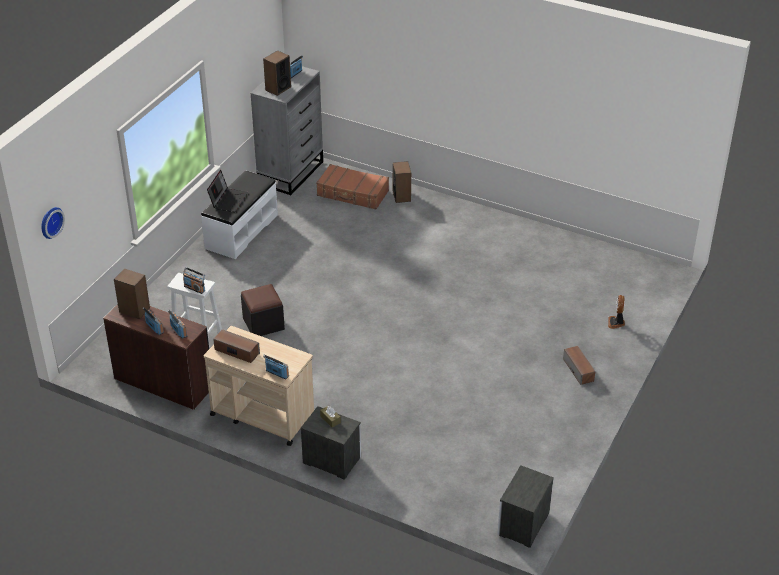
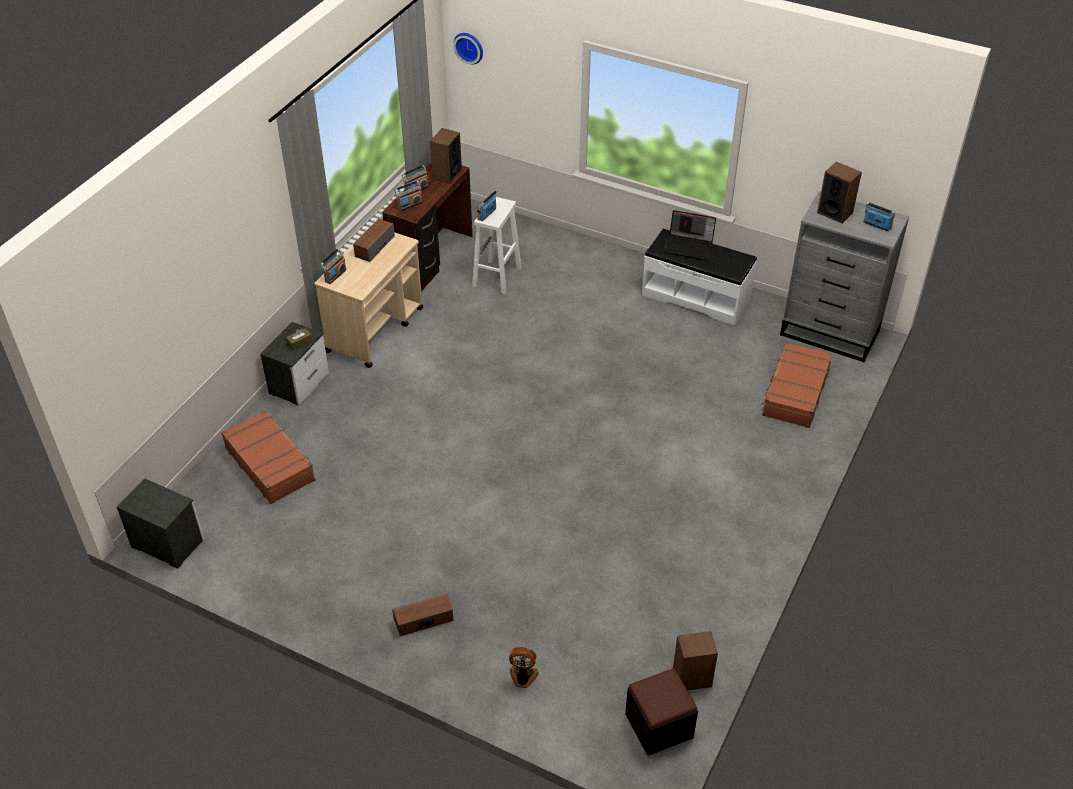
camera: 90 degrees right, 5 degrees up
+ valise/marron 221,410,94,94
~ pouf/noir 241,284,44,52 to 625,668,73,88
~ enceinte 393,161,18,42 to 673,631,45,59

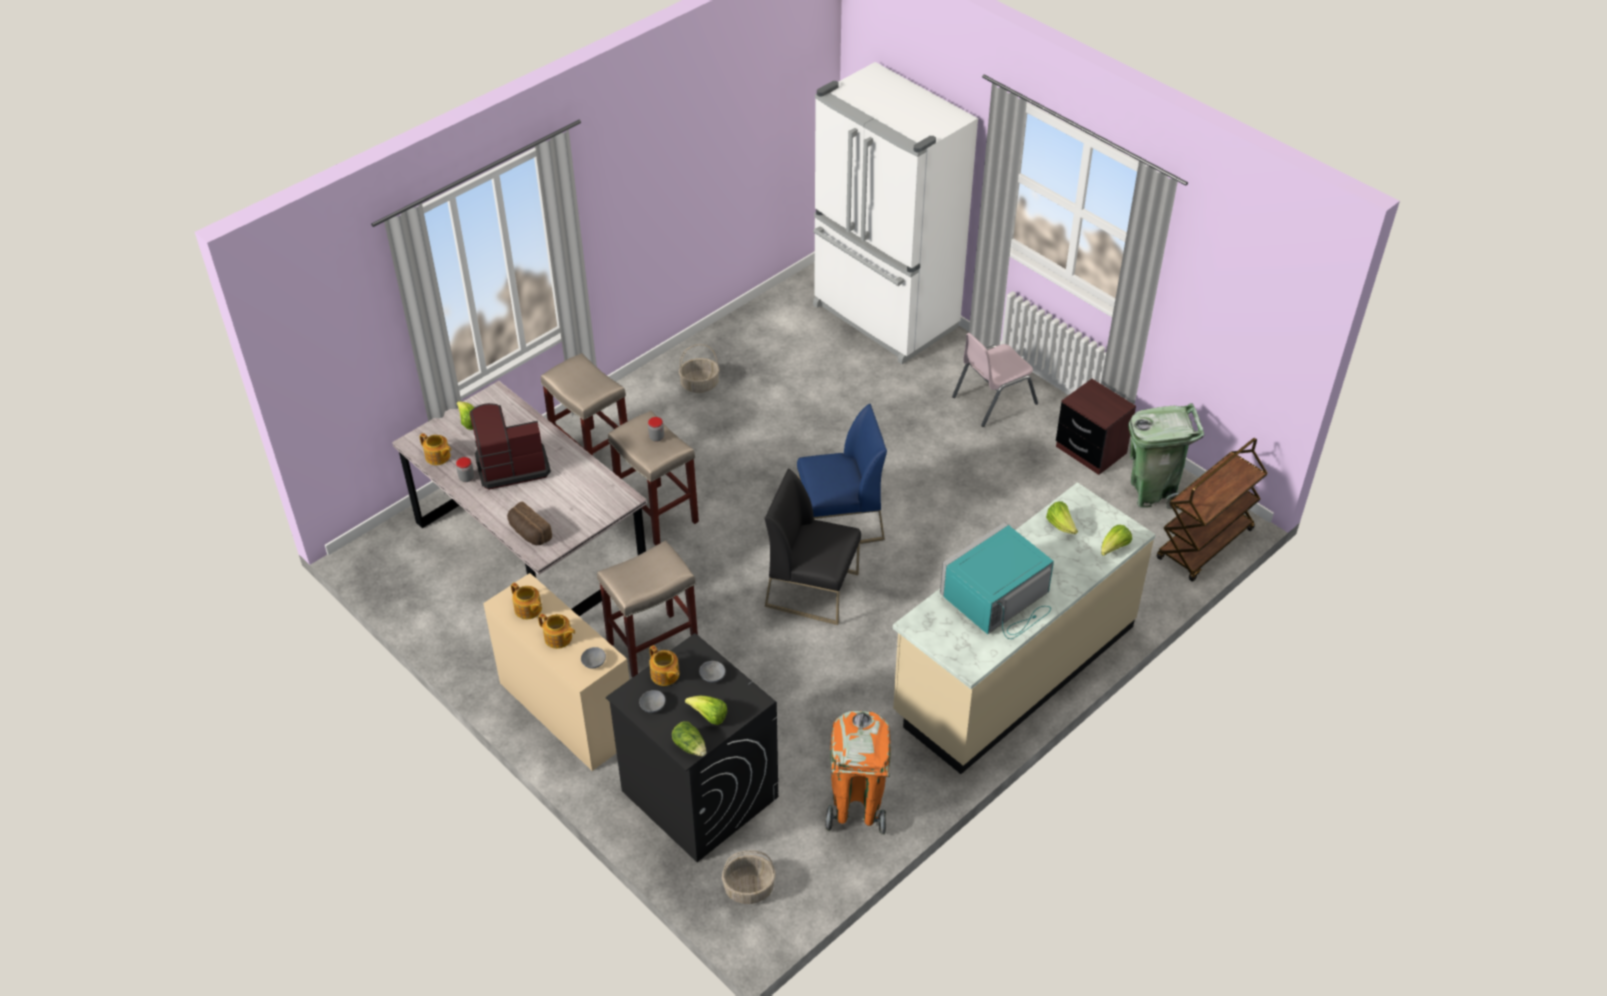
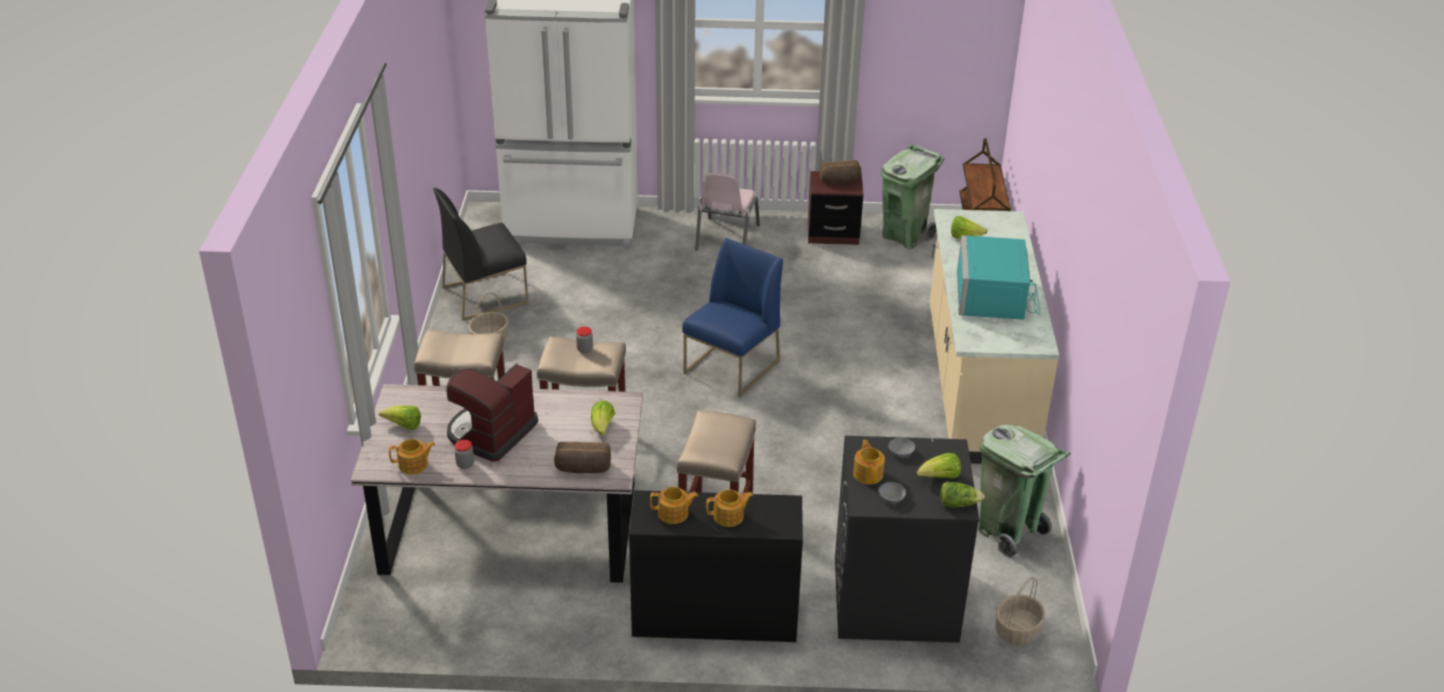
camera: 45 degrees left, 10 degrees down
- bol/gris 581,647,25,22
+ pain 820,160,41,24
~ chaise/noir 765,469,96,156 to 433,188,96,133
~ laitue 1101,525,31,31 to 591,400,24,35
~ bureau/beige 483,573,147,198 to bureau/noir 629,490,174,152
~ poubelle/orange 825,711,66,124 to poubelle/vert 978,424,93,135
~ théière 650,645,29,41 = 853,440,32,44 105 degrees counterclockwise

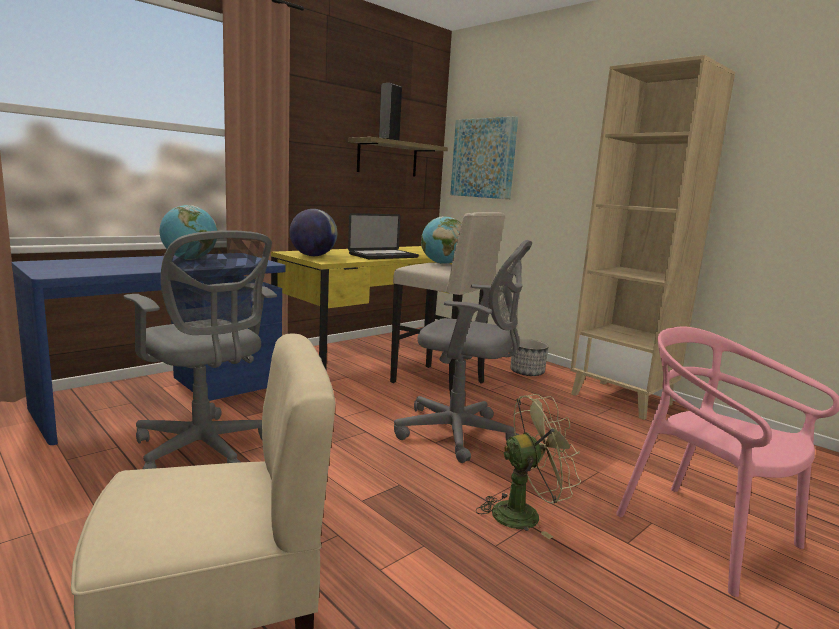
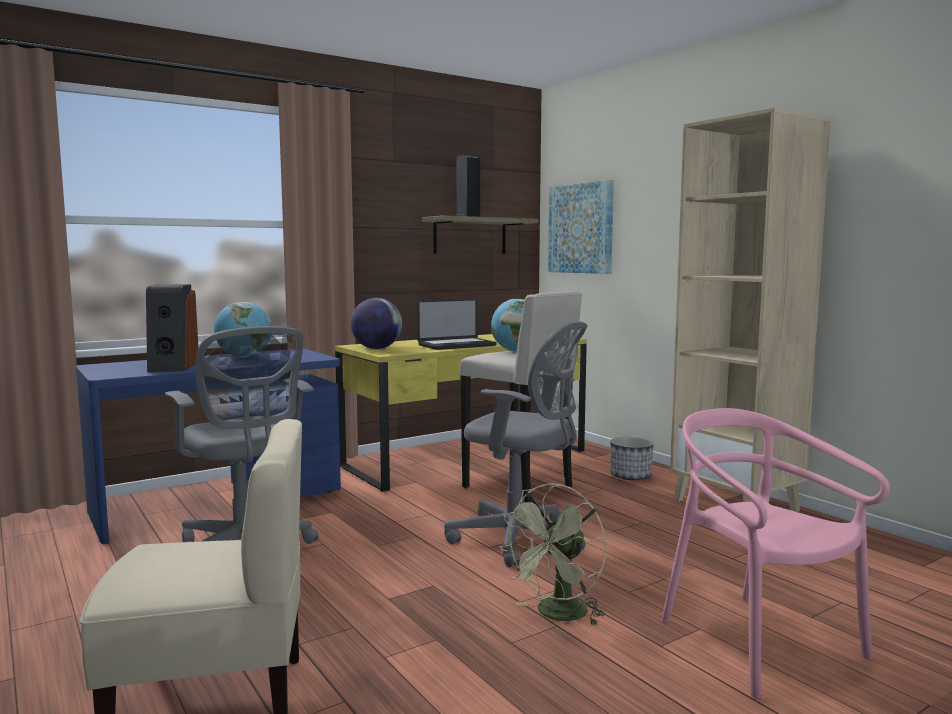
camera: 10 degrees right, 5 degrees down
+ enceinte 146,284,52,88
~ ventilateur/vert 476,394,105,145 = 499,483,107,143 135 degrees clockwise

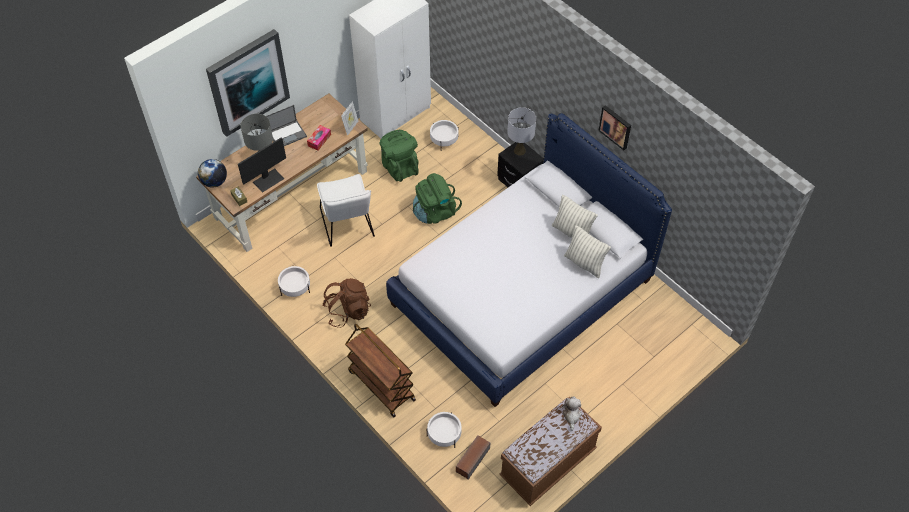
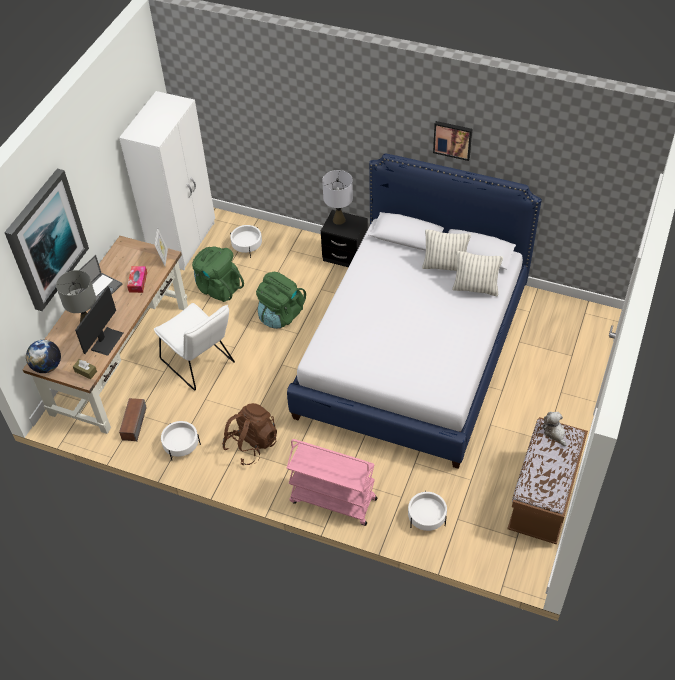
camera: 25 degrees left, 5 degrees down
~ enceinte 456,435,34,45 to 119,398,28,44
~ chariot/marron 345,324,71,93 to chariot/rose 287,439,90,87

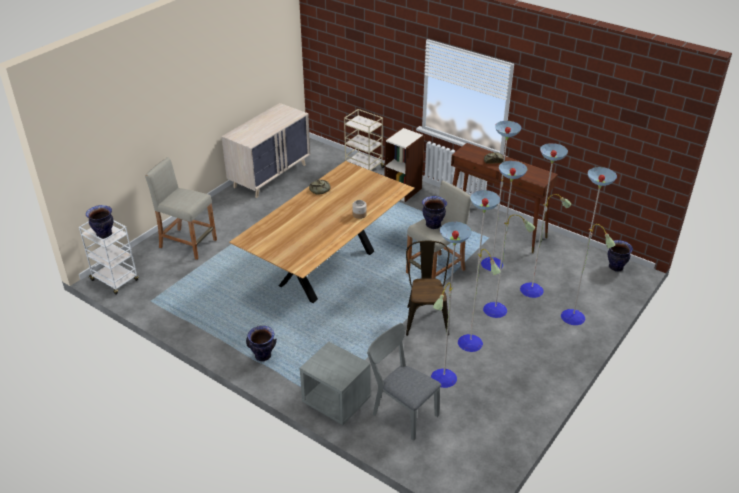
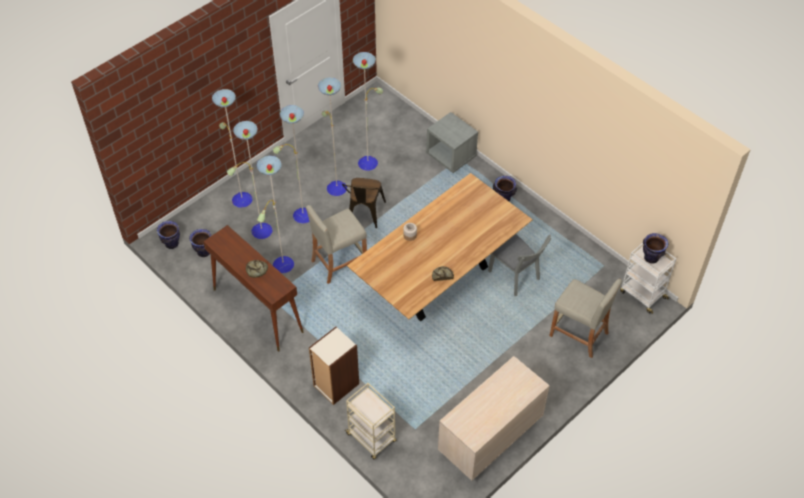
camera: 170 degrees left, 15 degrees up
~ chaise/gris 367,323,74,118 to 488,234,63,62
~ vase 422,196,25,33 to 189,229,23,28

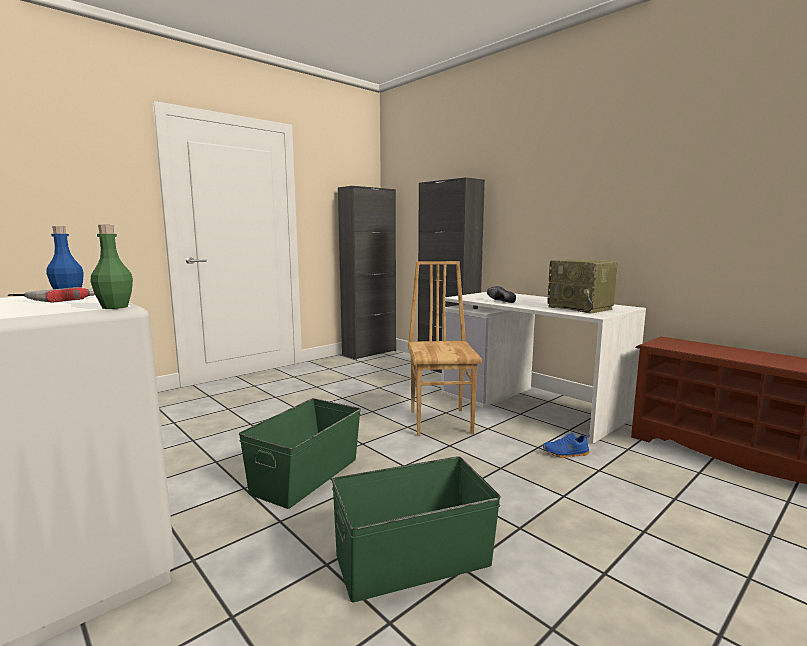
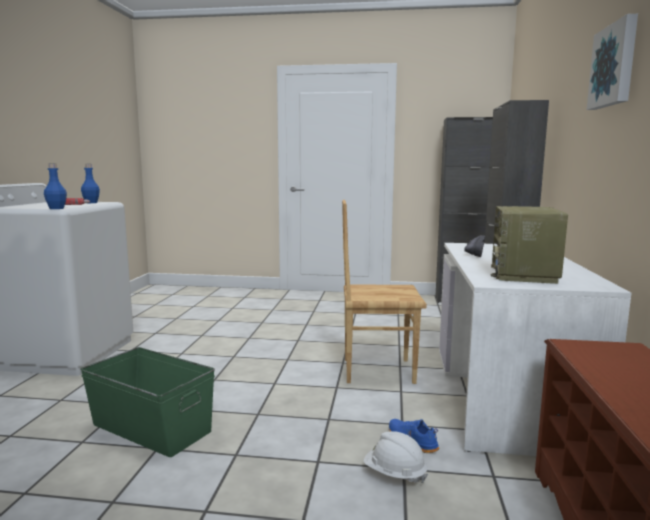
camera: 50 degrees right, 0 degrees up
- boîte de rangement/vert 239,398,122,111
+ casque de chantier/blanc 364,431,64,52
+ tableau 587,14,51,96
~ bouteille/vert 90,225,43,84 to bouteille/bleu 44,164,23,45
~ chaise/marron 407,261,75,175 = 342,200,85,184 135 degrees counterclockwise

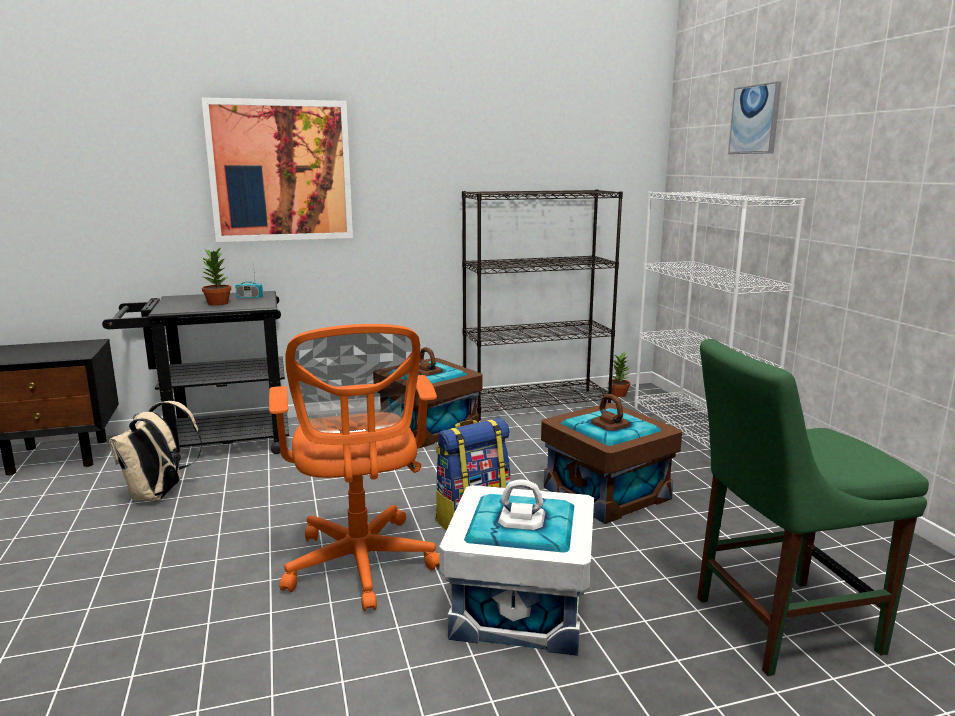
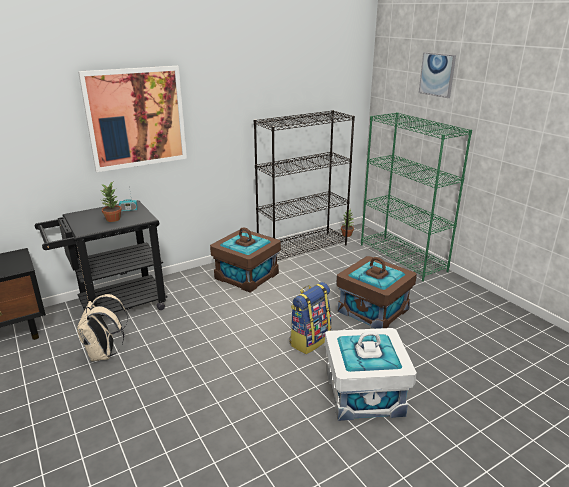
camera: 15 degrees left, 10 degrees up
- chaise de bureau/orange 269,324,171,288
- chaise/vert 697,339,232,337
~ bibliothèque/blanc 634,191,171,258 to bibliothèque/vert 361,112,111,169

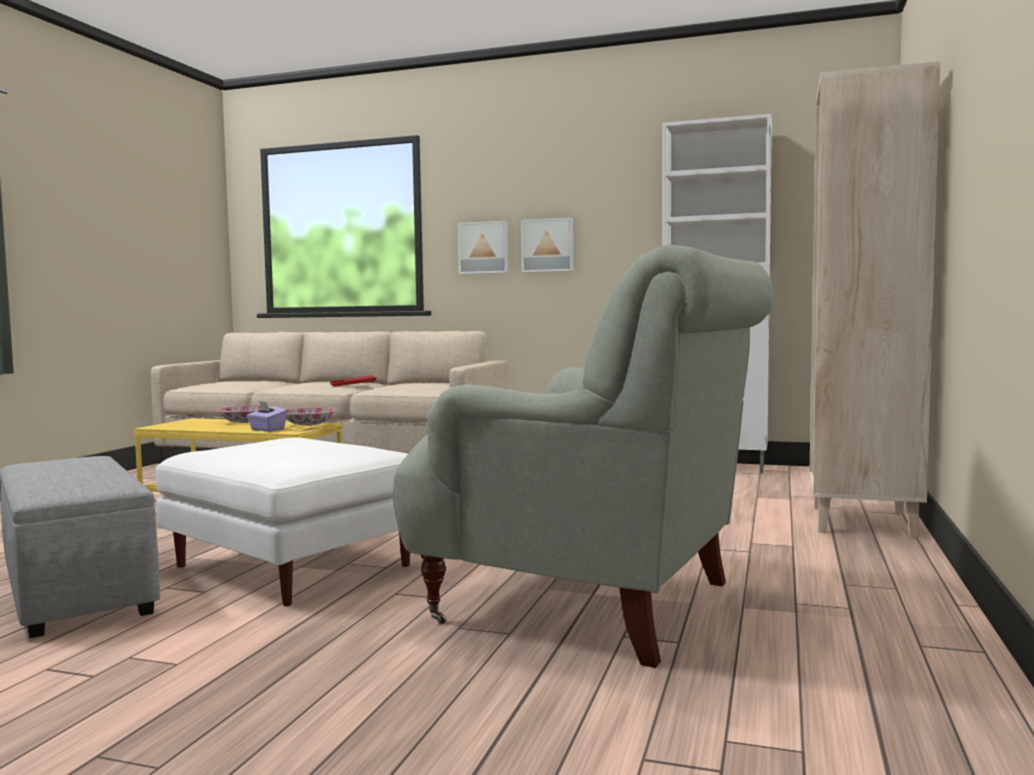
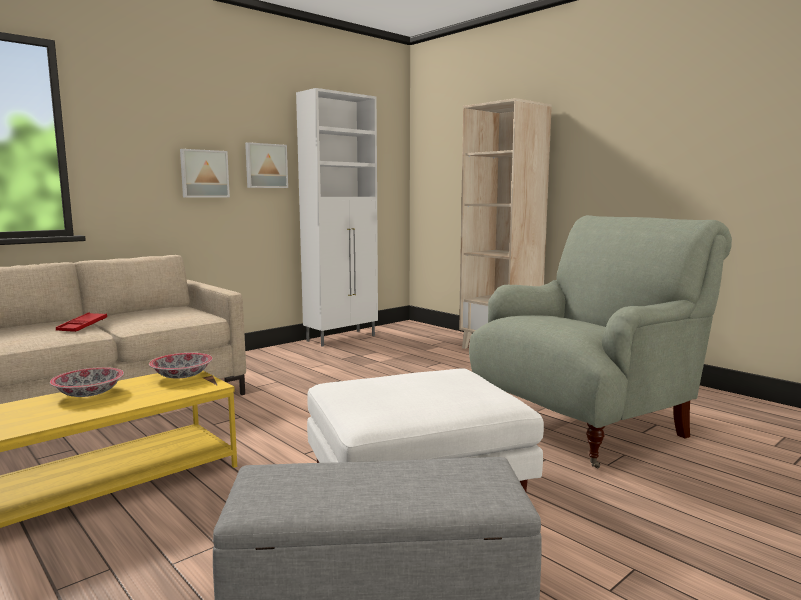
camera: 60 degrees left, 5 degrees up
- boîte à mouchoirs/violet 247,401,40,31
~ tableau 458,221,51,53 to 245,142,43,46

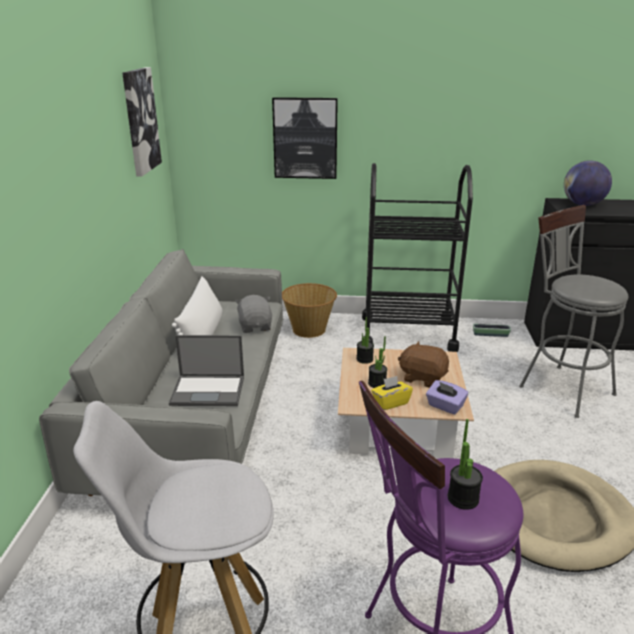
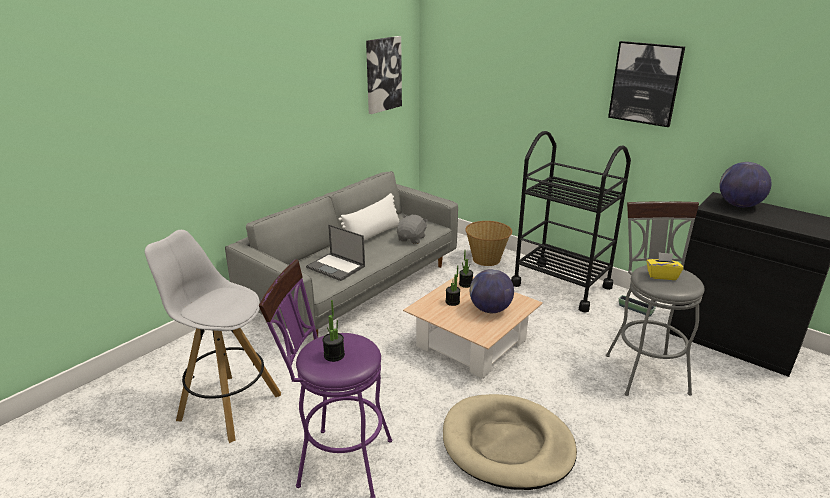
camera: 35 degrees right, 0 degrees up
- boîte à mouchoirs/violet 426,380,42,35
~ tableau 272,97,66,82 to 608,41,77,86
~ boîte à mouchoirs/jaune 371,376,42,34 to 646,252,38,28
~ peluche/marron 398,341,51,47 to globe 470,269,44,44

